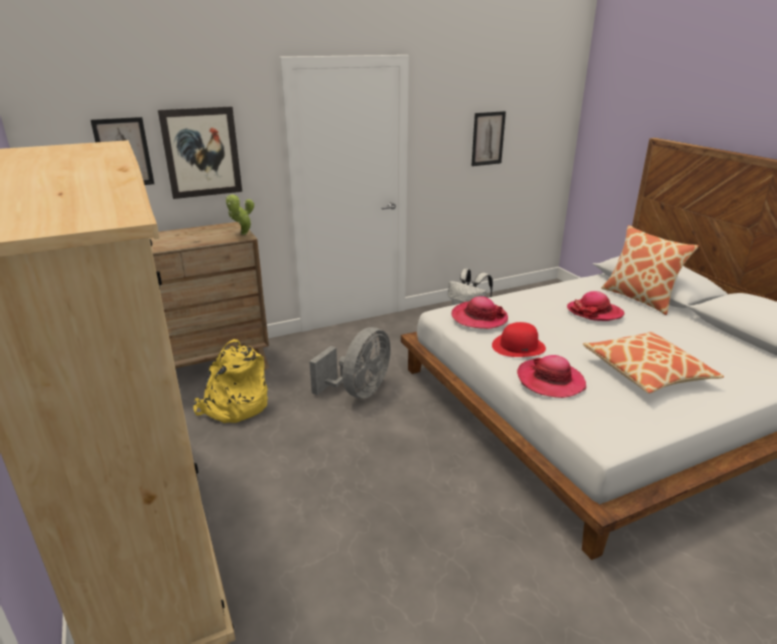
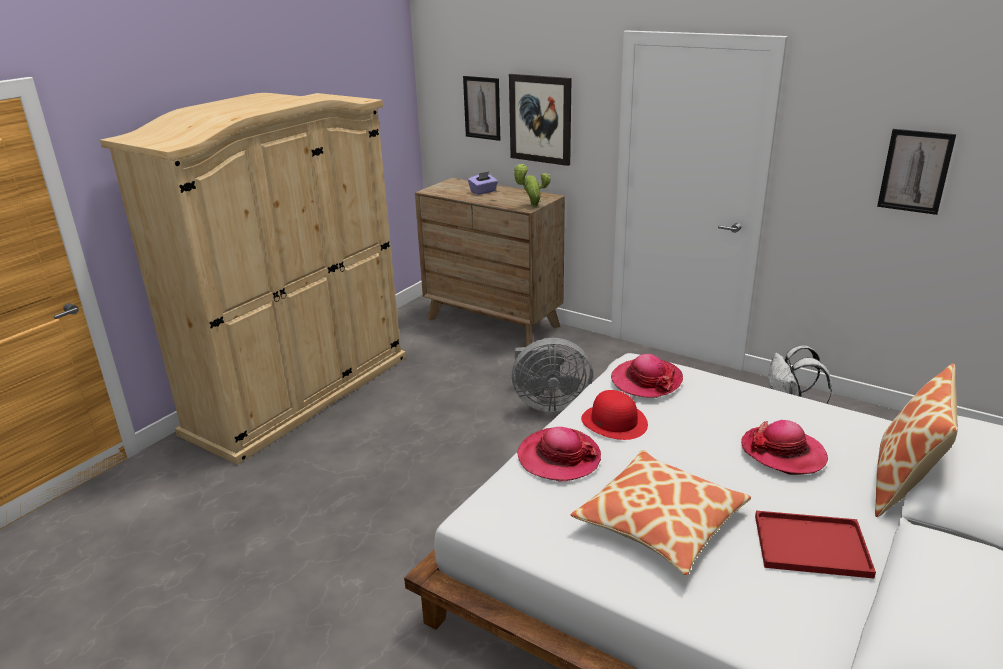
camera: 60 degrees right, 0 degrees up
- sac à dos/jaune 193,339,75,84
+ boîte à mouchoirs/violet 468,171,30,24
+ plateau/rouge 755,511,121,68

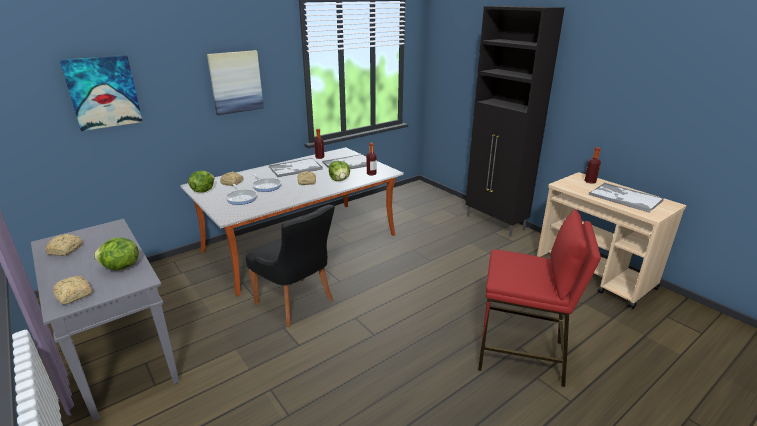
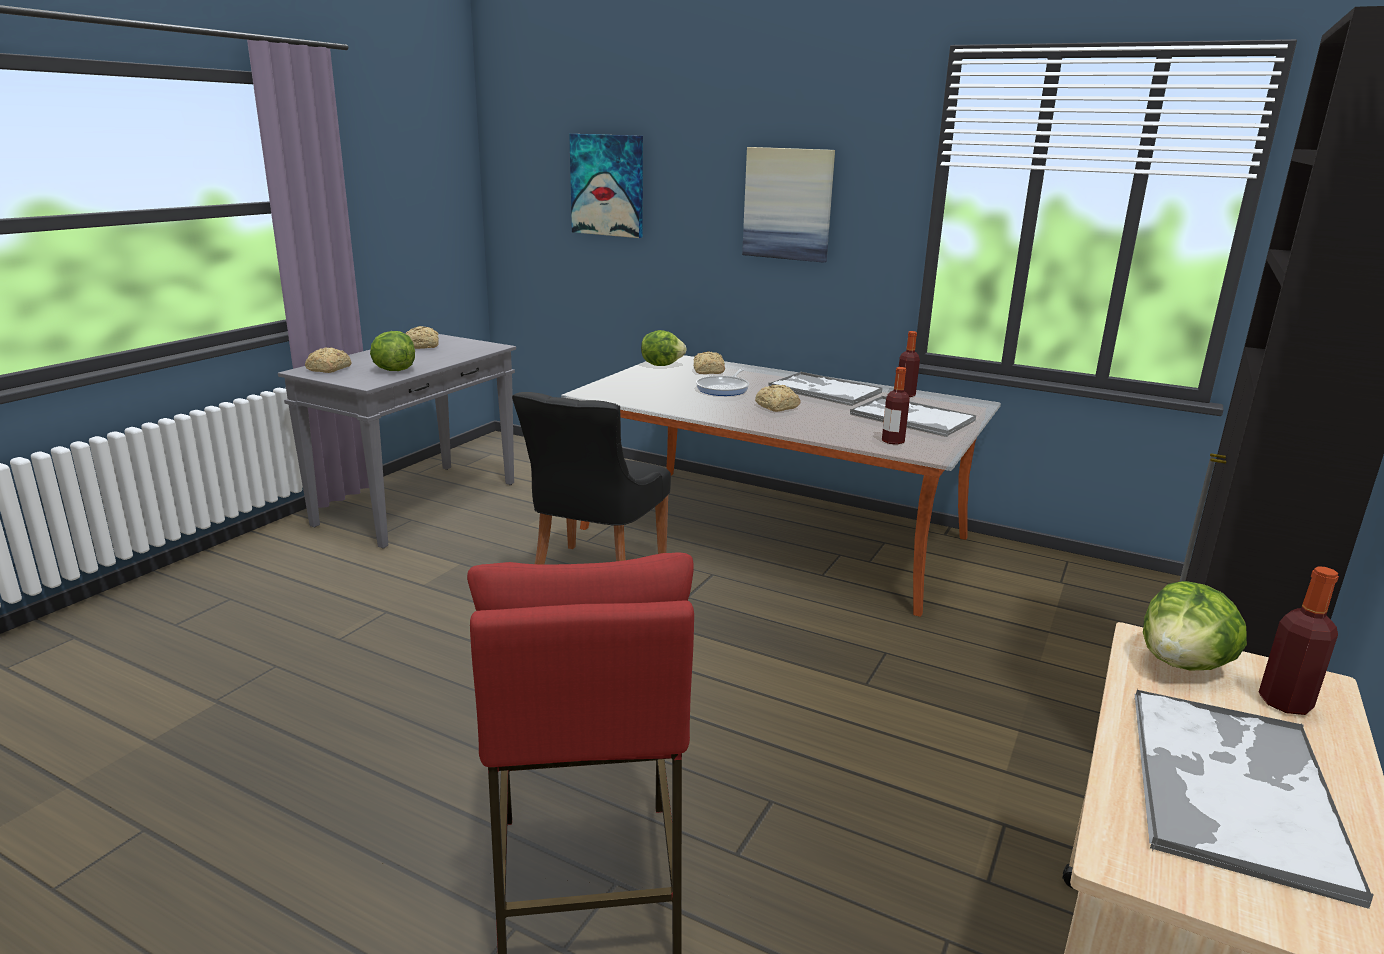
camera: 65 degrees right, 5 degrees down
- poêle 226,184,31,21
~ laitue 329,161,21,20 to 1143,581,104,90

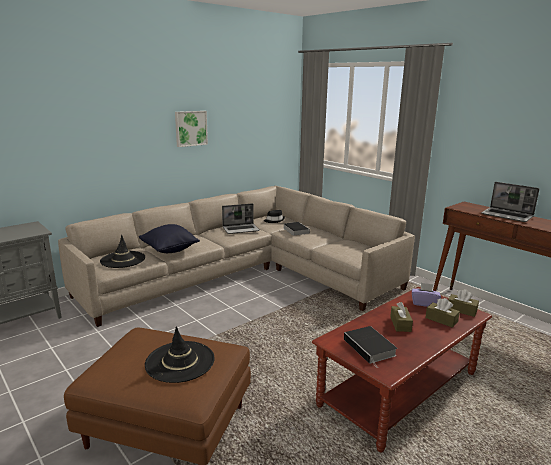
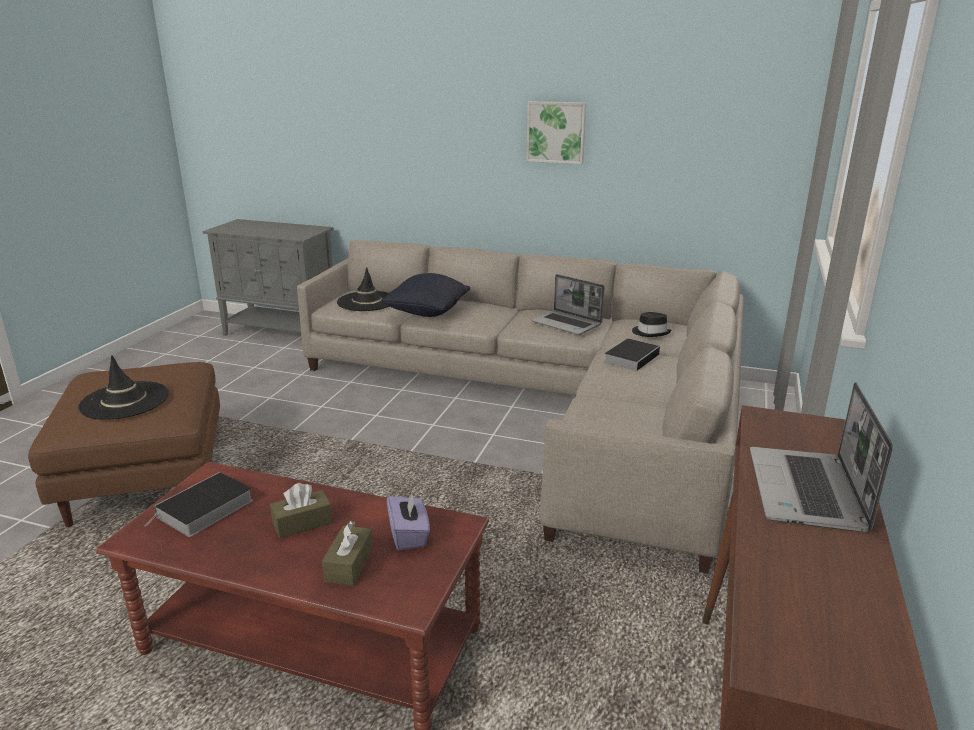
camera: 60 degrees right, 5 degrees up
- boîte à mouchoirs/marron 448,289,31,28

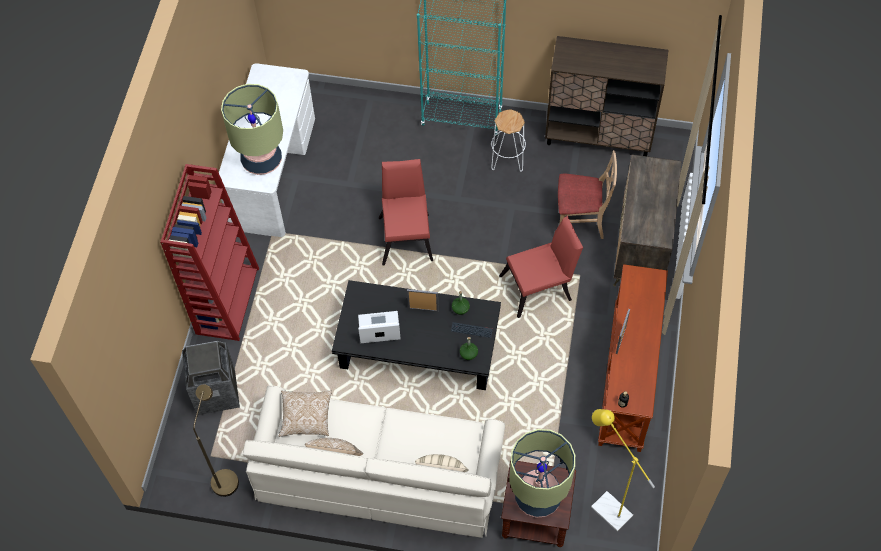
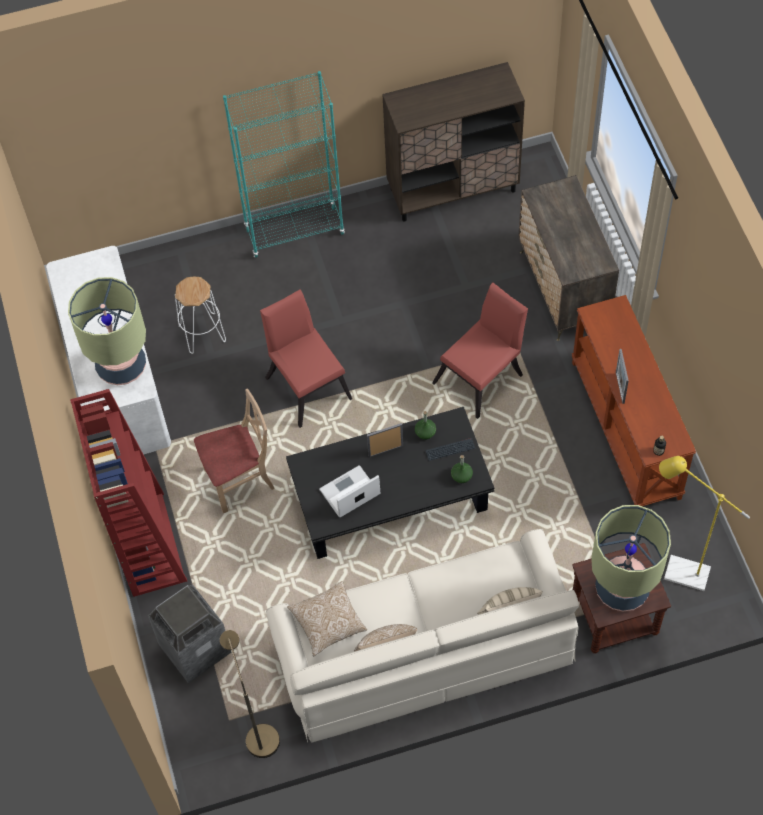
camera: 25 degrees left, 0 degrees up
~ tabouret/blanc 491,109,35,63 to 175,276,51,78
~ chaise/beige 558,150,59,89 to 194,388,81,125

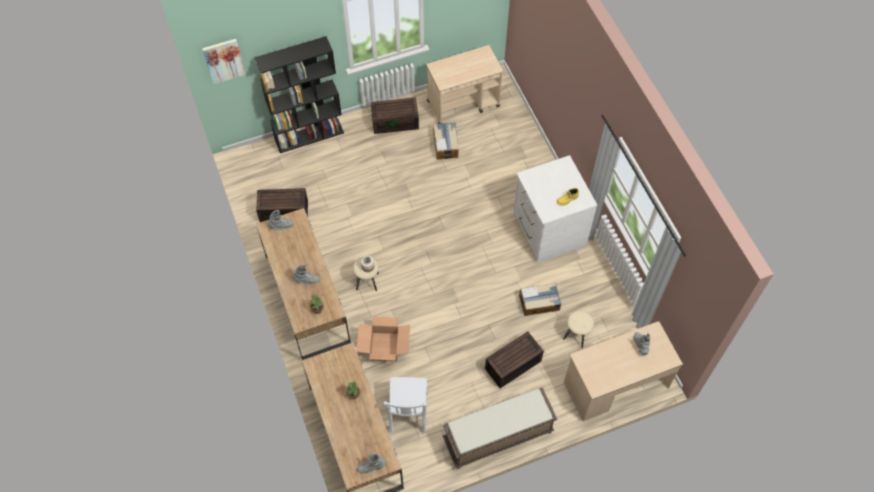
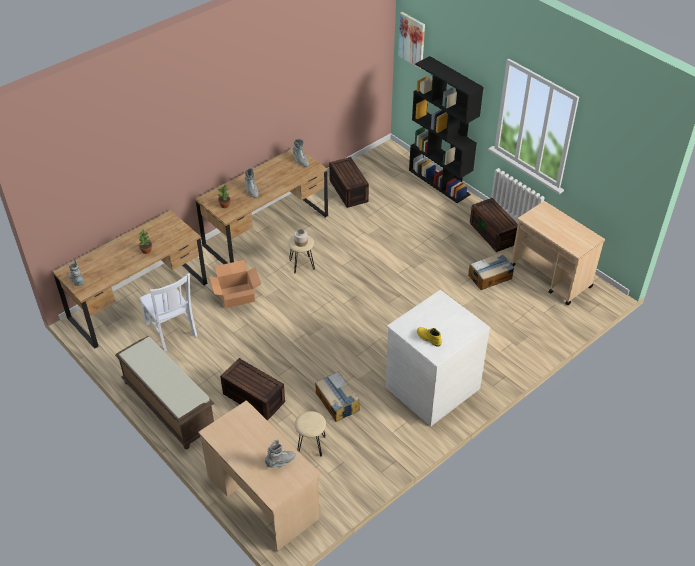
camera: 70 degrees right, 15 degrees down
~ chaise/blanc 384,377,43,57 = 140,273,57,78 105 degrees counterclockwise

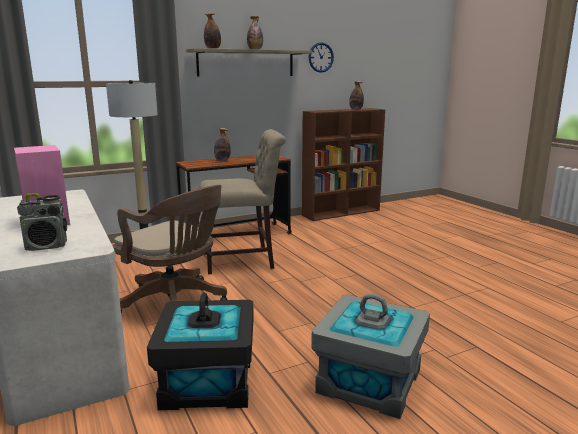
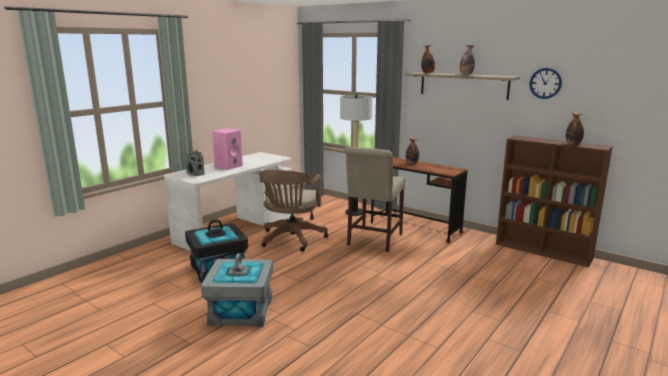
camera: 65 degrees right, 0 degrees up
~ chaise/beige 200,129,86,145 = 344,147,61,105 60 degrees clockwise

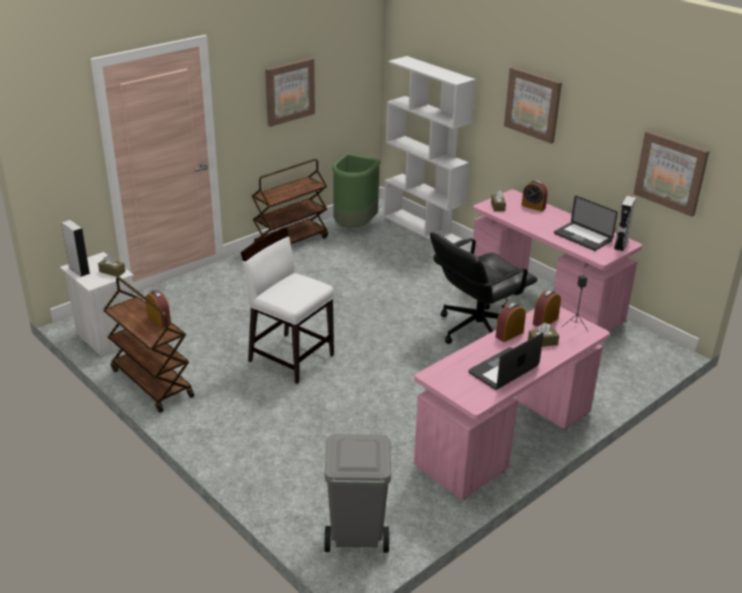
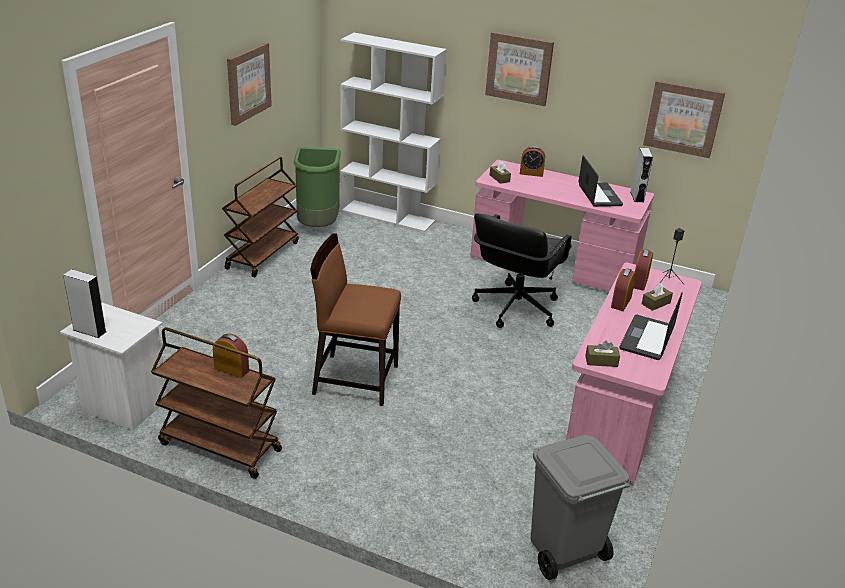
camera: 25 degrees left, 0 degrees up
~ boîte à mouchoirs/marron 98,255,27,22 to 585,341,35,26
~ chaise/blanc 241,227,93,157 to chaise/marron 310,233,91,173
~ ordinateur portable 554,196,64,55 = 578,155,45,52 120 degrees counterclockwise

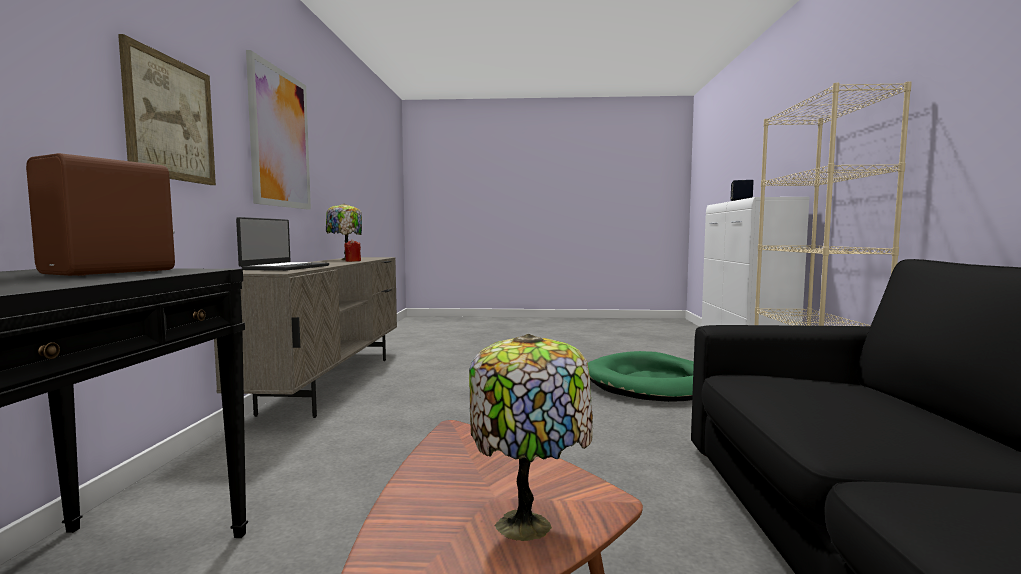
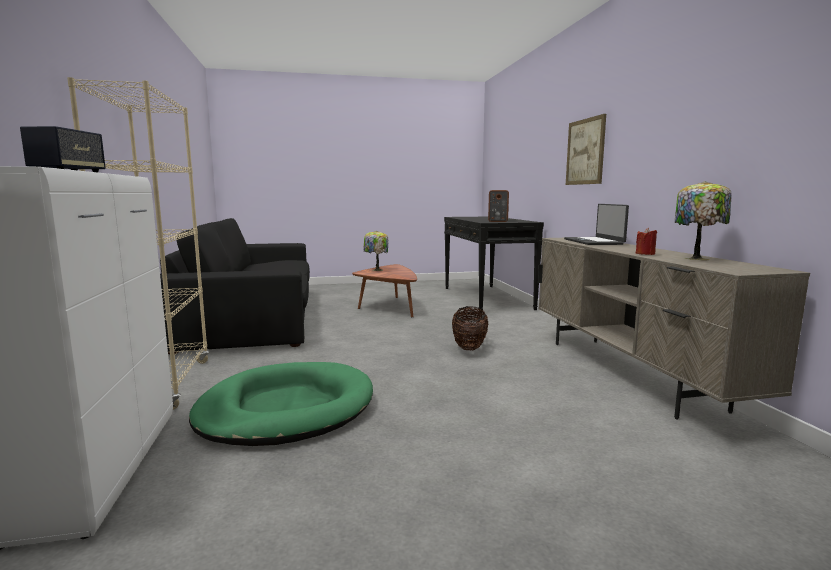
camera: 165 degrees right, 5 degrees up
- tableau 246,50,65,160
+ panier 452,306,36,44

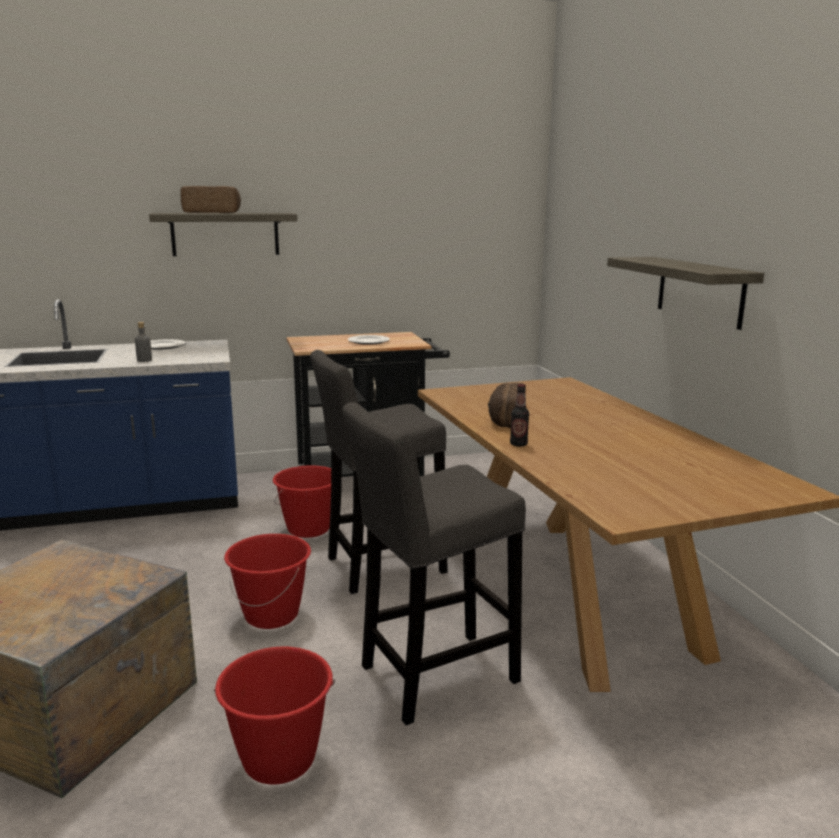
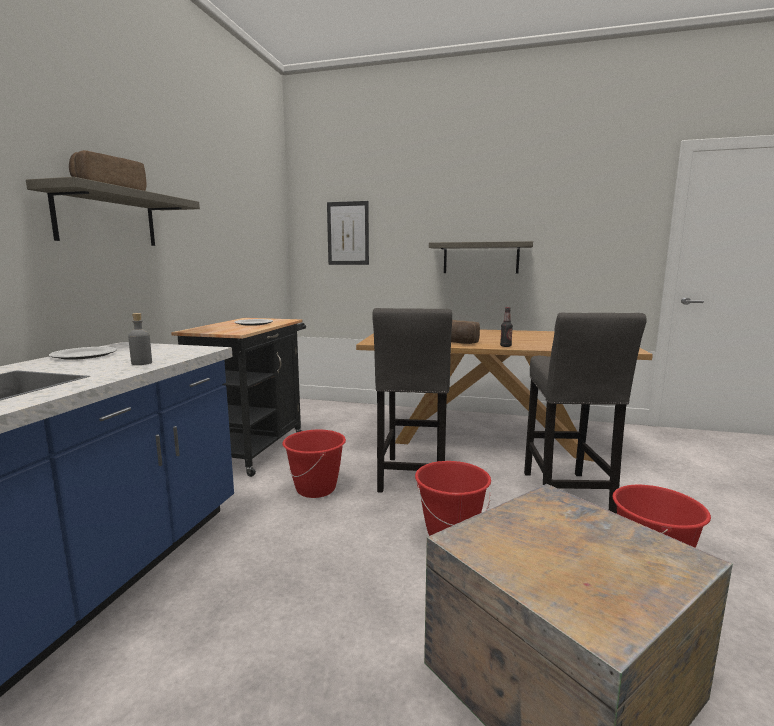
camera: 60 degrees left, 5 degrees down
+ tableau 327,201,42,64

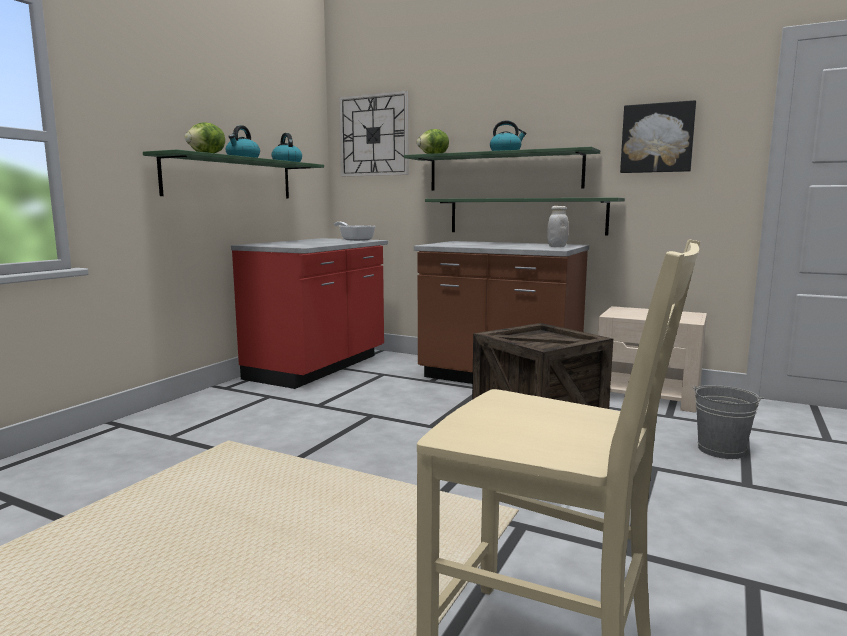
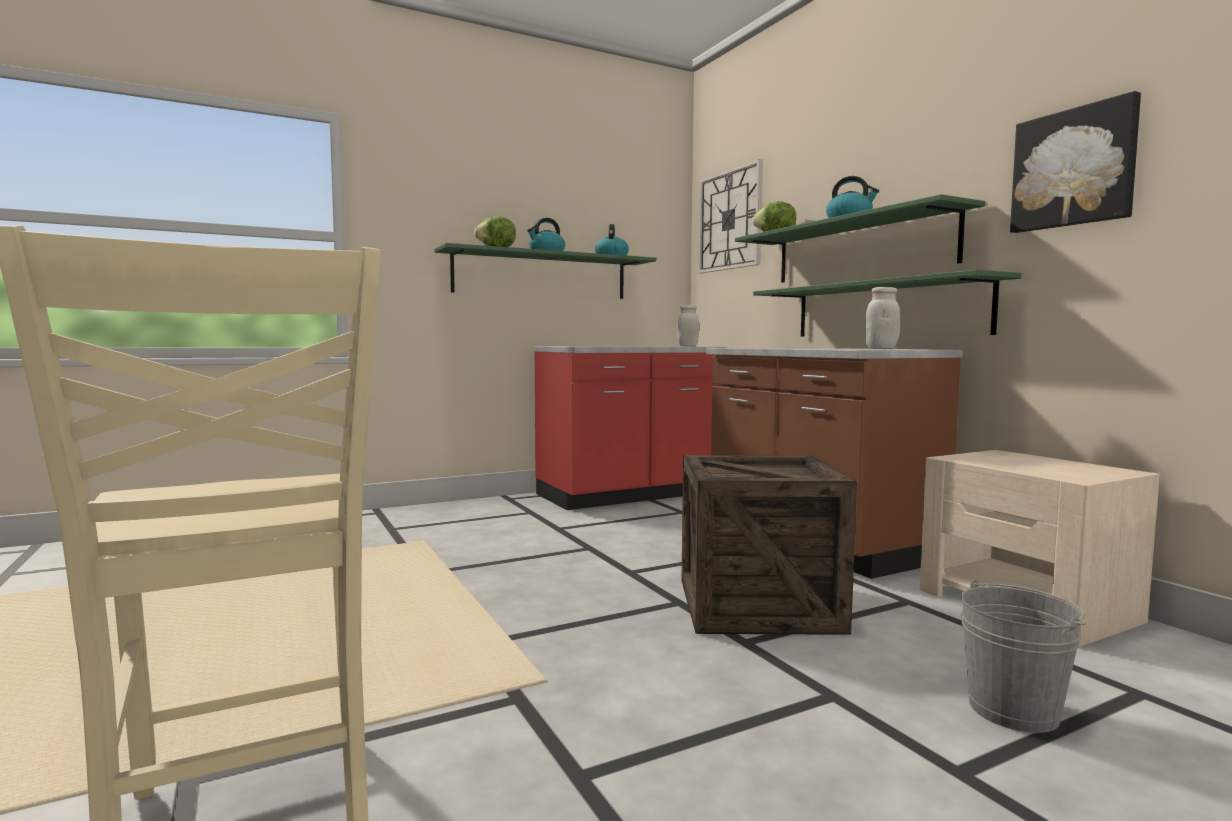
camera: 35 degrees right, 5 degrees down
~ poêle 334,222,41,19 to bocal/blanc 677,305,22,41

